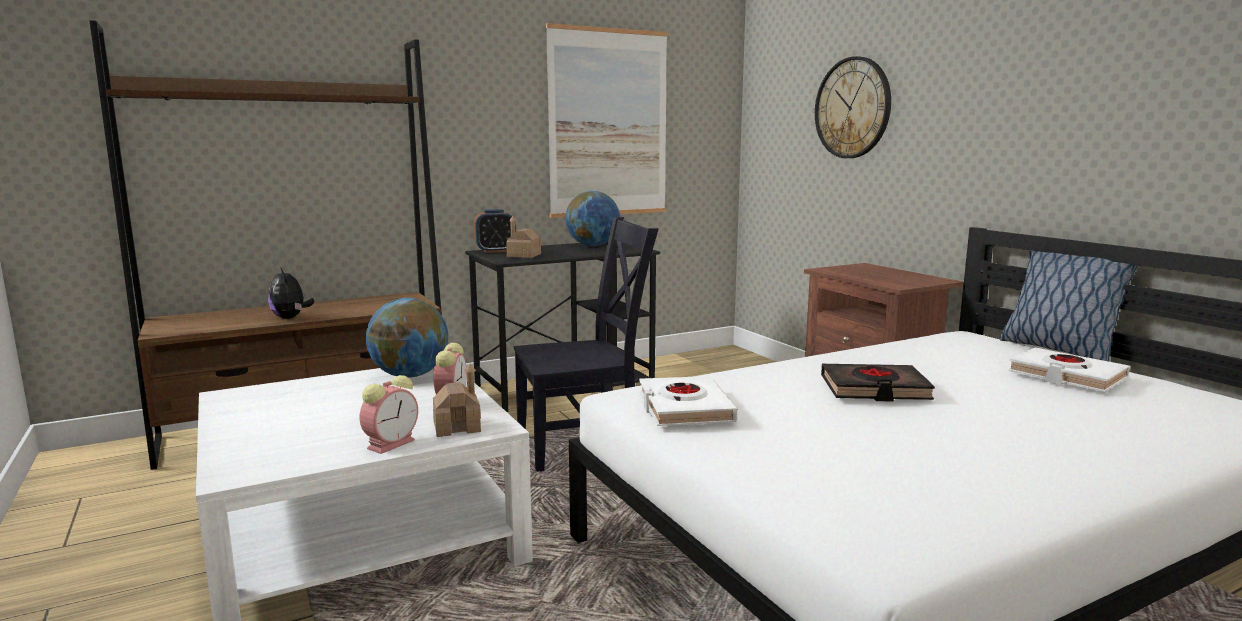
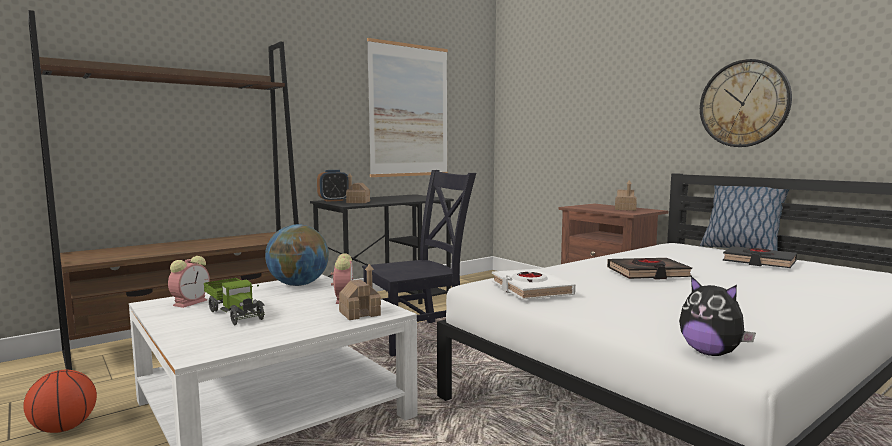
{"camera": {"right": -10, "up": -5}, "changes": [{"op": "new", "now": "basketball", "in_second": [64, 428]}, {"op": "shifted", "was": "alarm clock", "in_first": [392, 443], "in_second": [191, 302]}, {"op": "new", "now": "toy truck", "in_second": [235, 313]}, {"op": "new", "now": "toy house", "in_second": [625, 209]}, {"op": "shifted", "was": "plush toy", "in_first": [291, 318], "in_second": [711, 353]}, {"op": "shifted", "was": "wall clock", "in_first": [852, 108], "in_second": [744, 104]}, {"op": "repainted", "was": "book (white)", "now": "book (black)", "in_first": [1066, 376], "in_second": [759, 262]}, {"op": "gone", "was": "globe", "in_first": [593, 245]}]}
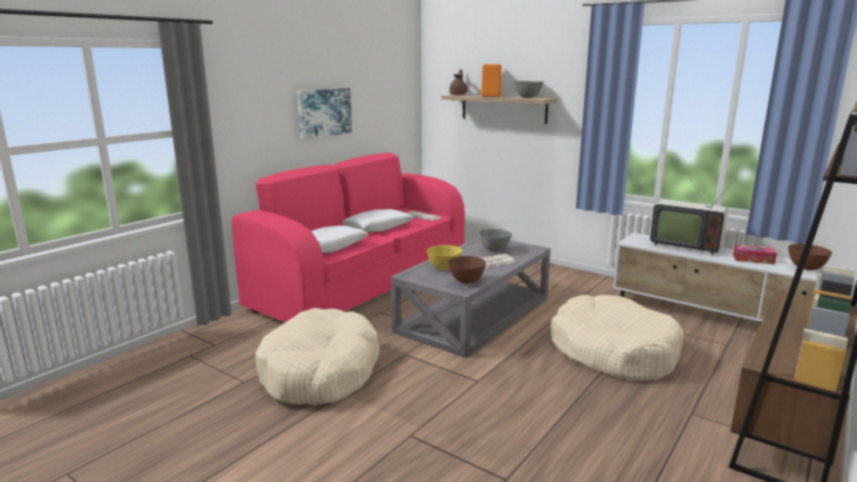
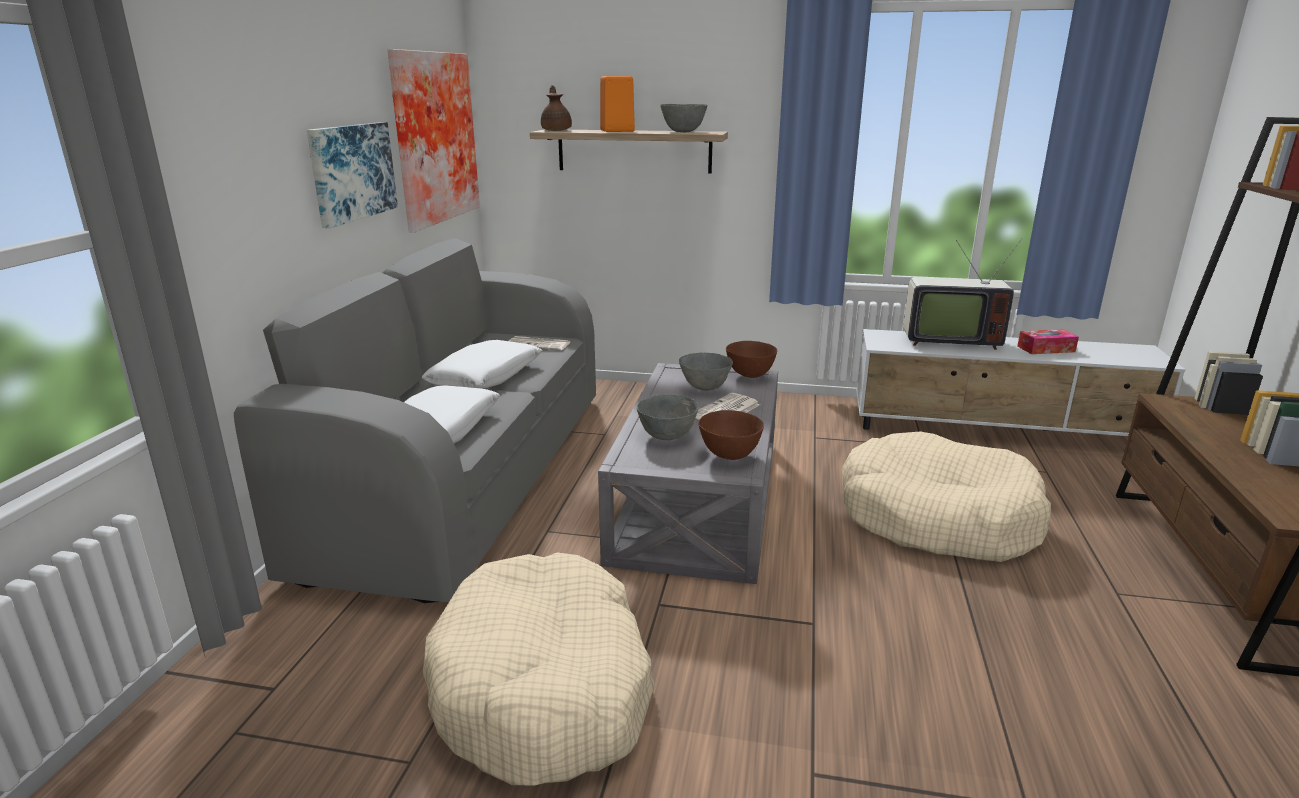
{"camera": {"right": -25, "up": 5}, "changes": [{"op": "repainted", "was": "sofa (pink)", "now": "sofa (grey)", "in_first": [364, 281], "in_second": [468, 474]}, {"op": "new", "now": "picture", "in_second": [431, 138]}, {"op": "repainted", "was": "bowl (yellow)", "now": "bowl (grey)", "in_first": [444, 268], "in_second": [666, 436]}, {"op": "shifted", "was": "bowl (brown)", "in_first": [806, 268], "in_second": [750, 375]}]}
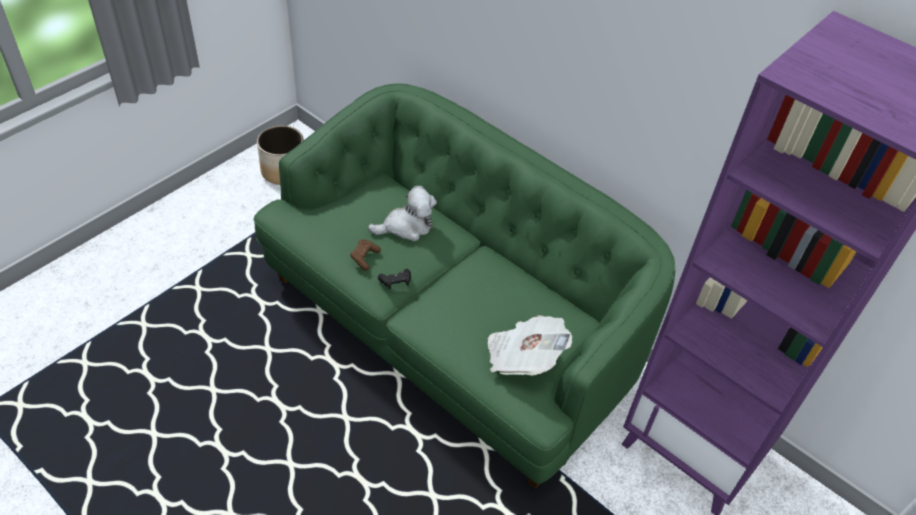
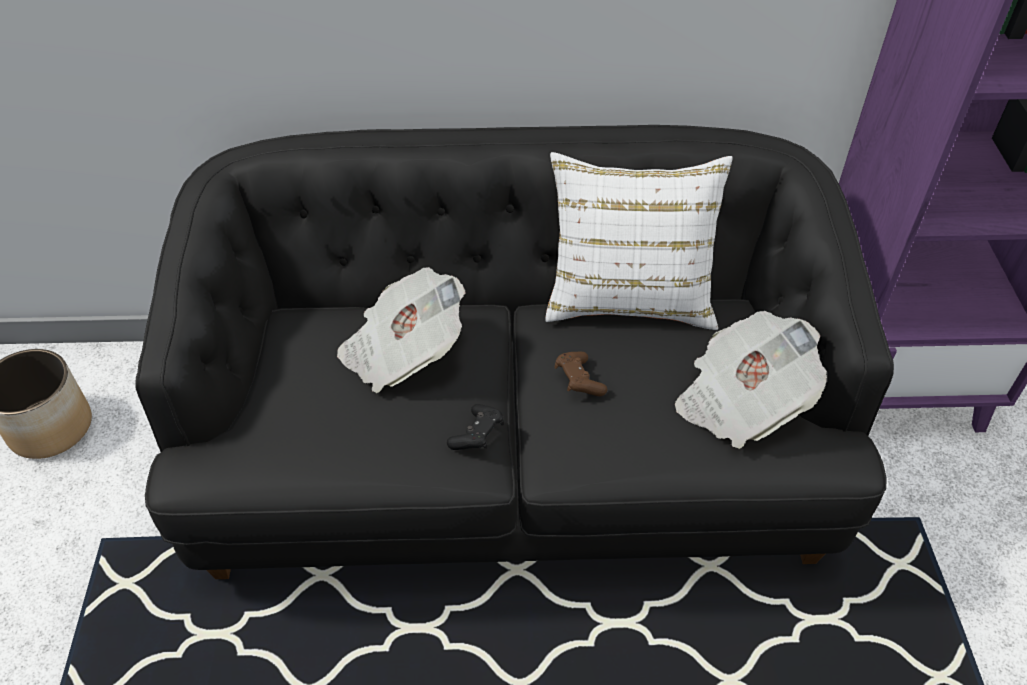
{"camera": {"right": -40, "up": 0}, "changes": [{"op": "repainted", "was": "sofa (green)", "now": "sofa (black)", "in_first": [452, 330], "in_second": [514, 459]}, {"op": "swapped", "was": "plush toy", "now": "newspaper", "in_first": [406, 226], "in_second": [402, 352]}, {"op": "new", "now": "pillow (white)", "in_second": [630, 294]}, {"op": "shifted", "was": "game controller (brown)", "in_first": [364, 258], "in_second": [578, 381]}]}
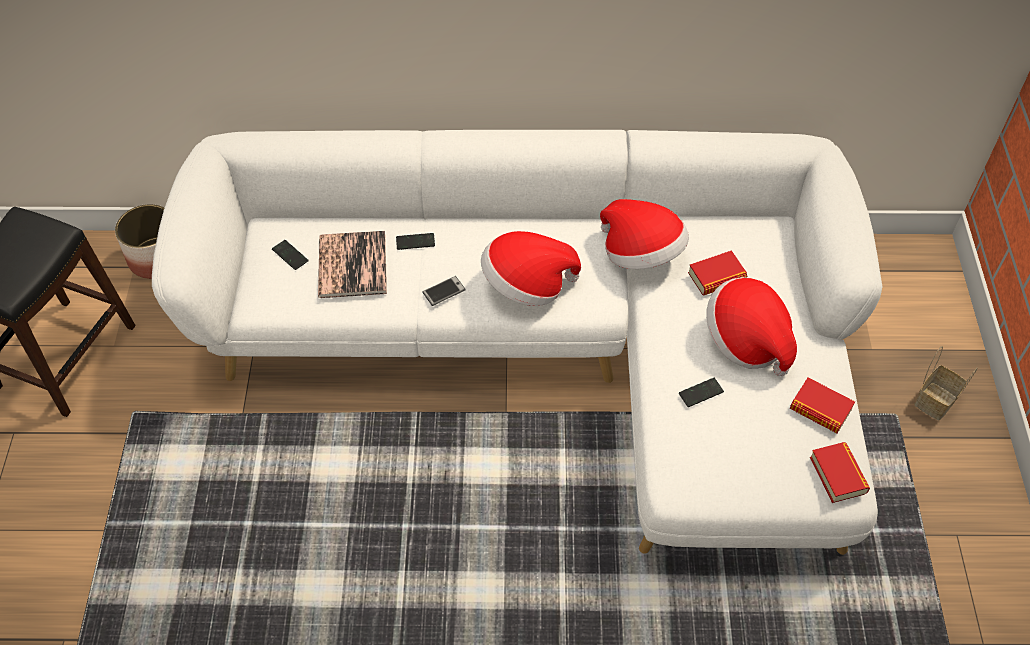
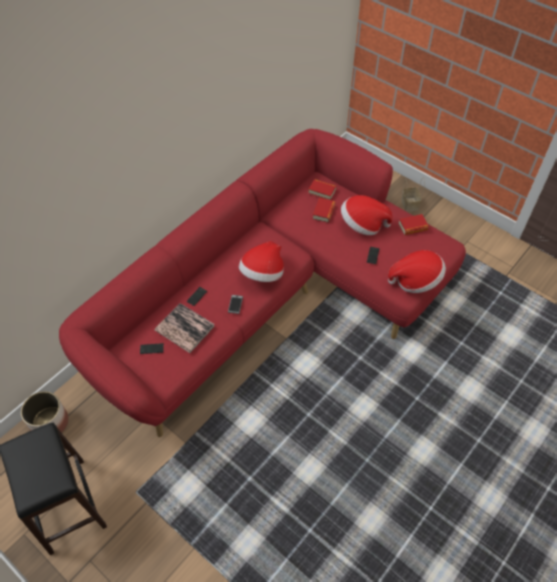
{"camera": {"right": -50, "up": 0}, "changes": [{"op": "repainted", "was": "sofa (white)", "now": "sofa (red)", "in_first": [561, 348], "in_second": [274, 297]}, {"op": "shifted", "was": "book", "in_first": [838, 475], "in_second": [322, 191]}, {"op": "shifted", "was": "hat", "in_first": [641, 254], "in_second": [415, 280]}]}
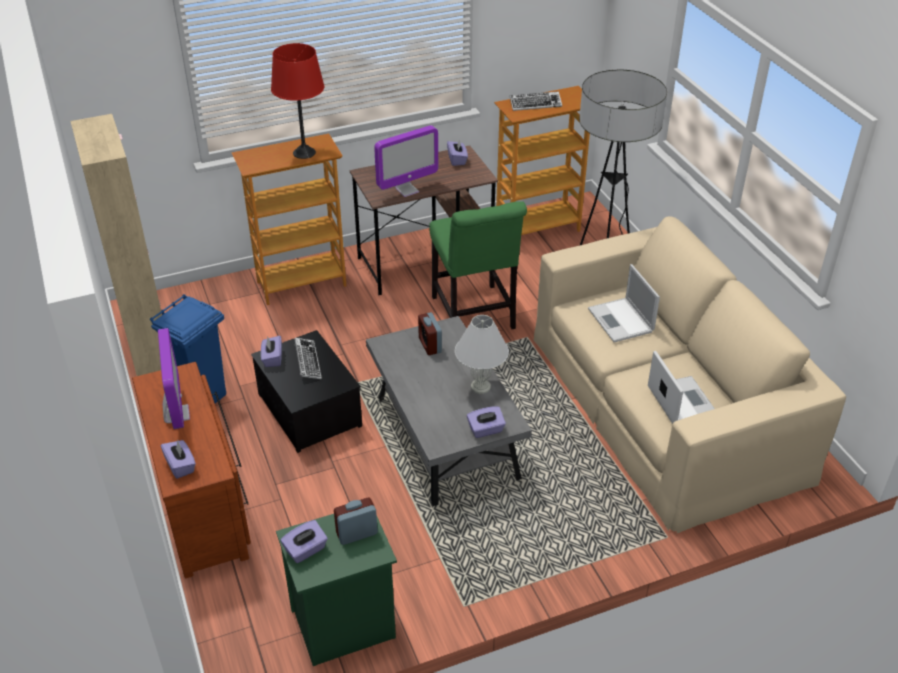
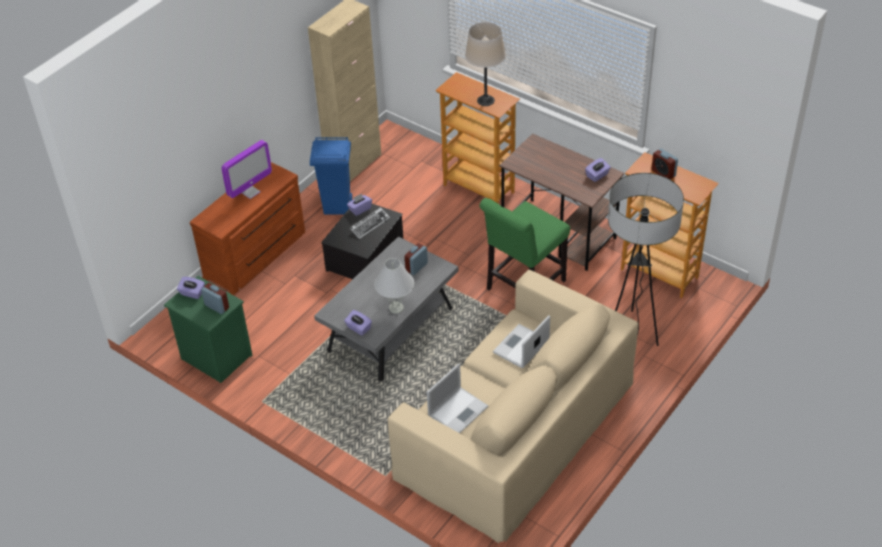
{"camera": {"right": 60, "up": 5}, "changes": [{"op": "repainted", "was": "table lamp (red)", "now": "table lamp (beige)", "in_first": [304, 153], "in_second": [485, 100]}, {"op": "swapped", "was": "keyboard", "now": "alarm clock", "in_first": [535, 104], "in_second": [663, 173]}, {"op": "gone", "was": "tissue box (purple)", "in_first": [180, 466]}, {"op": "gone", "was": "monitor", "in_first": [407, 190]}]}
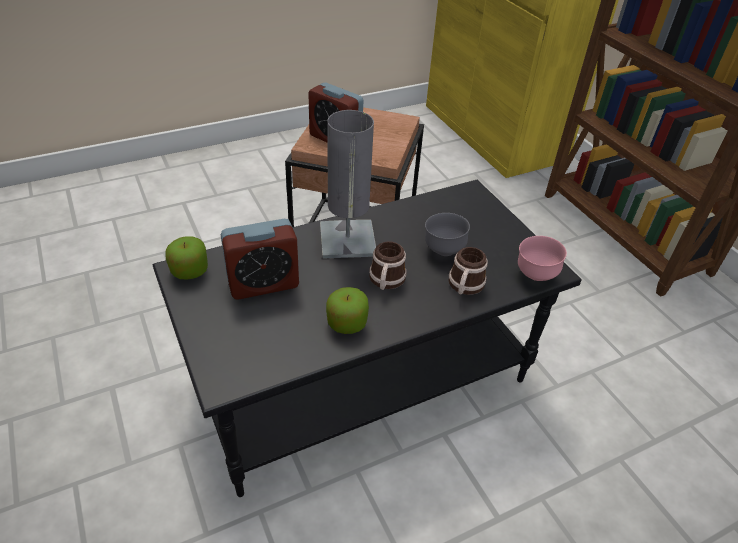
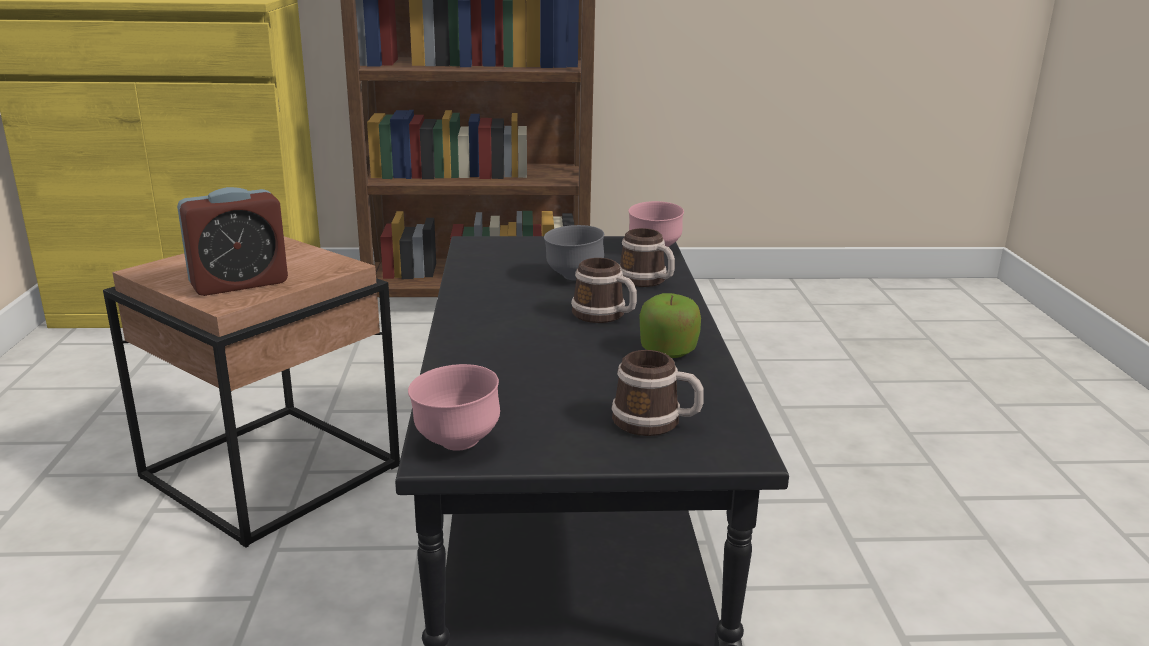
{"camera": {"right": -65, "up": -20}, "changes": [{"op": "swapped", "was": "apple", "now": "bowl (pink)", "in_first": [189, 271], "in_second": [456, 443]}, {"op": "new", "now": "mug", "in_second": [656, 422]}, {"op": "gone", "was": "alarm clock", "in_first": [263, 284]}, {"op": "gone", "was": "table lamp (grey)", "in_first": [347, 240]}]}
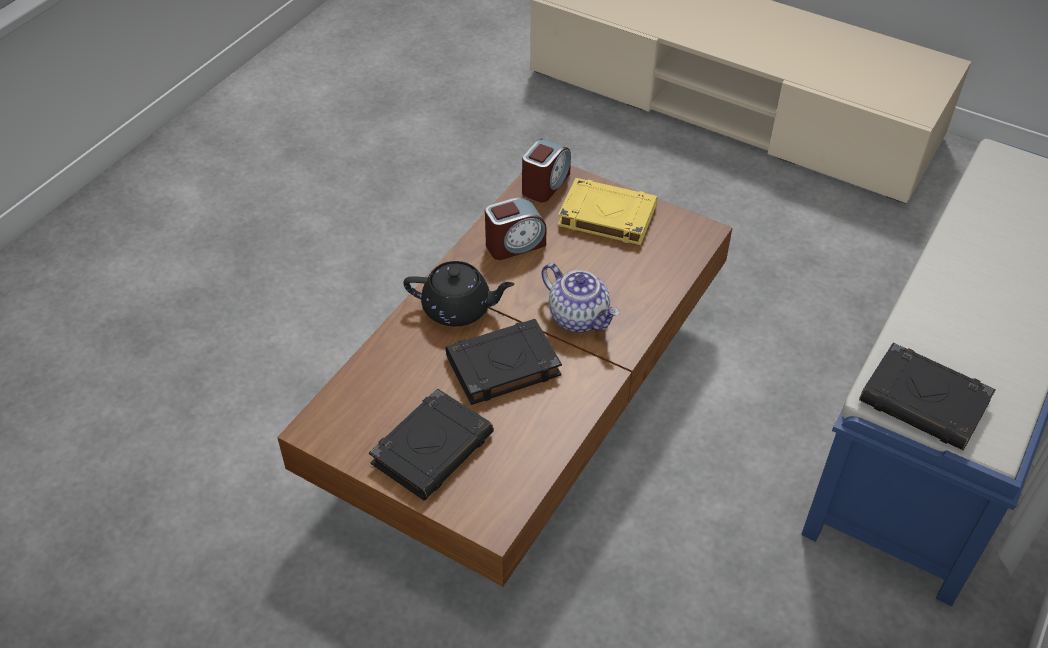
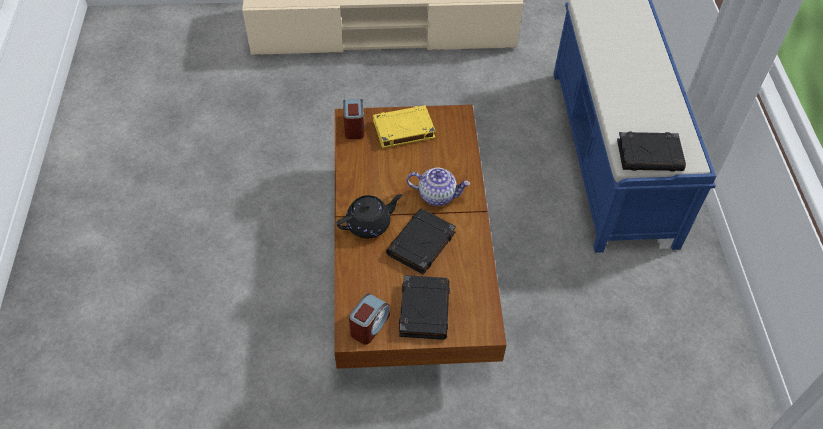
{"camera": {"right": -35, "up": 5}, "changes": [{"op": "shifted", "was": "alarm clock", "in_first": [515, 244], "in_second": [369, 325]}]}
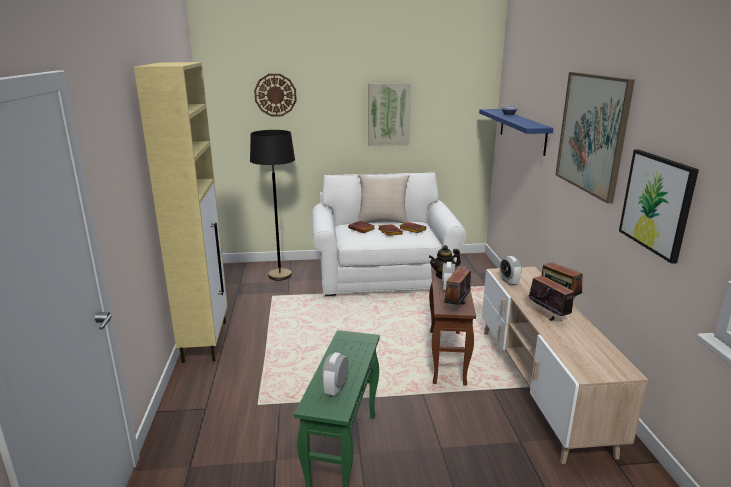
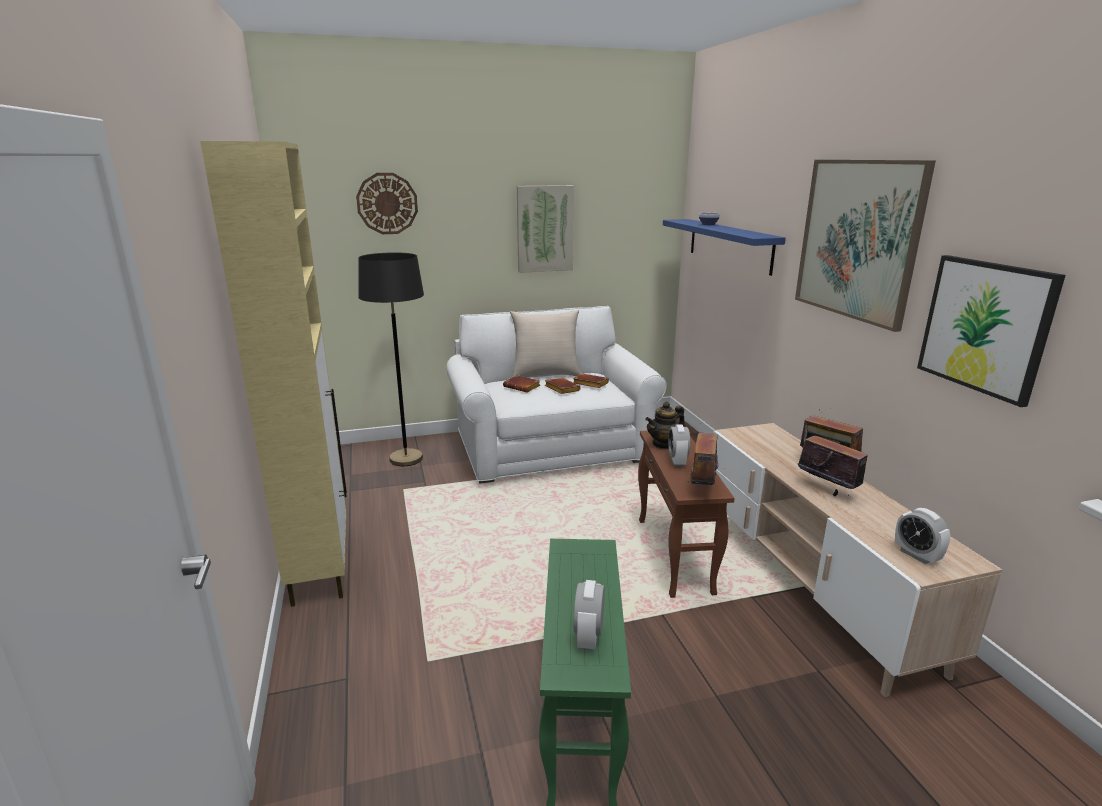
{"camera": {"right": -10, "up": 0}, "changes": [{"op": "shifted", "was": "alarm clock", "in_first": [509, 282], "in_second": [916, 555]}]}
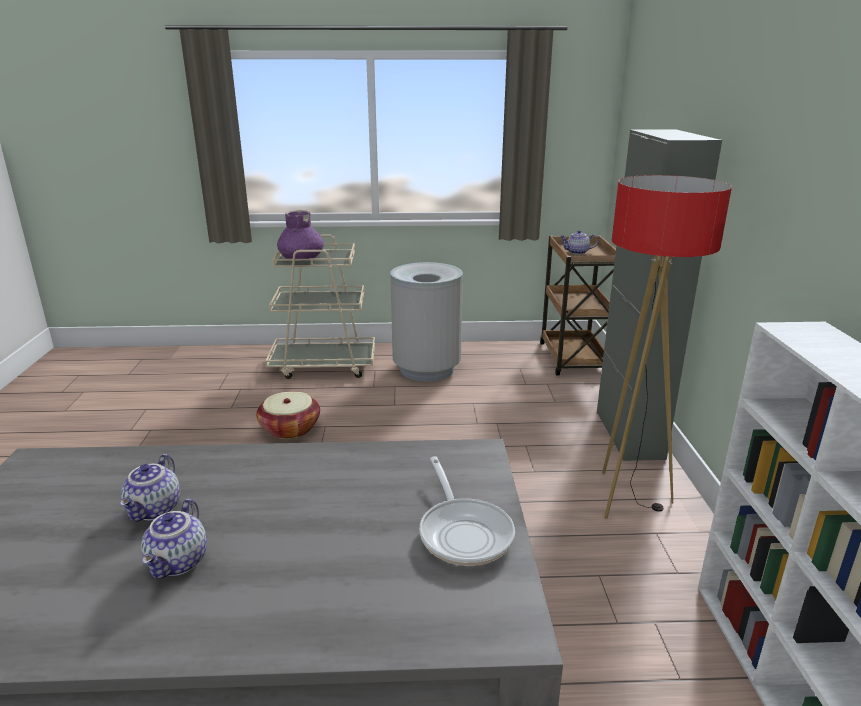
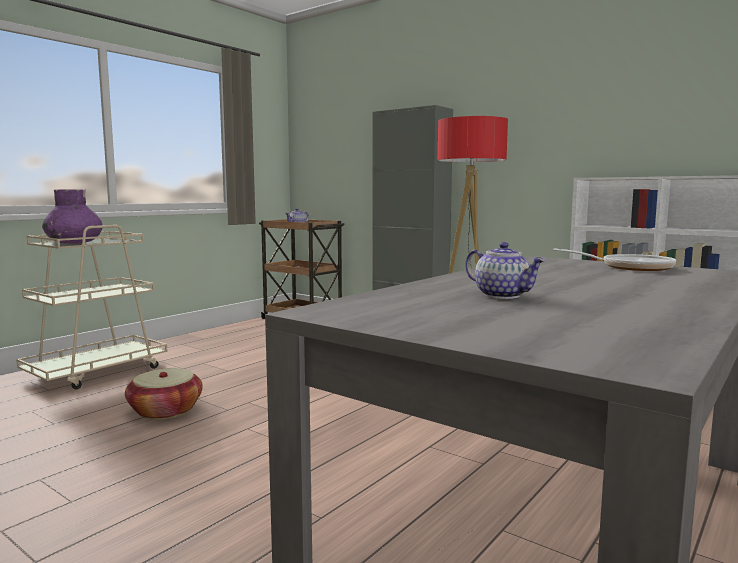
{"camera": {"right": -50, "up": -15}, "changes": [{"op": "gone", "was": "teapot", "in_first": [179, 563]}, {"op": "gone", "was": "trash can (grey)", "in_first": [427, 369]}]}
